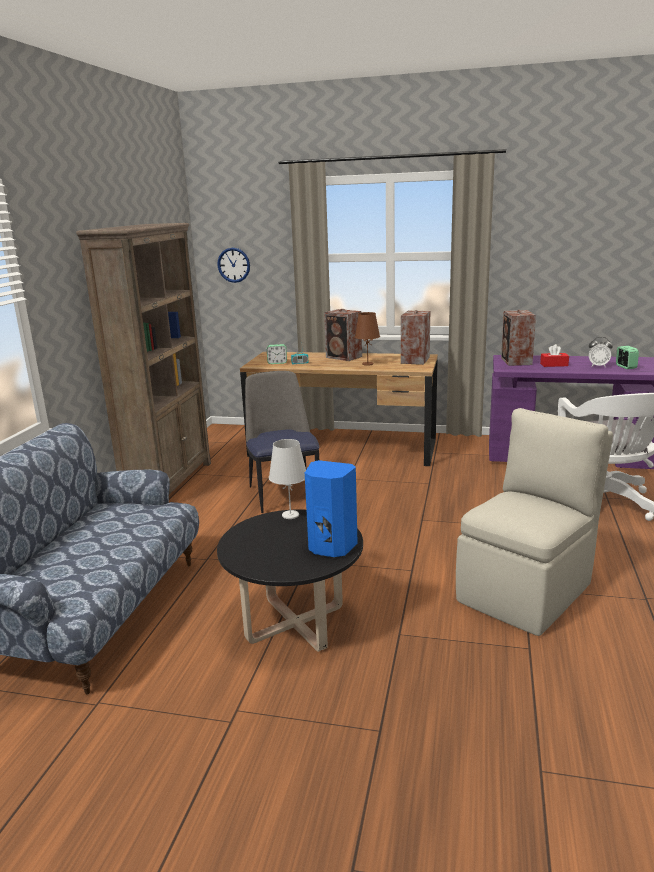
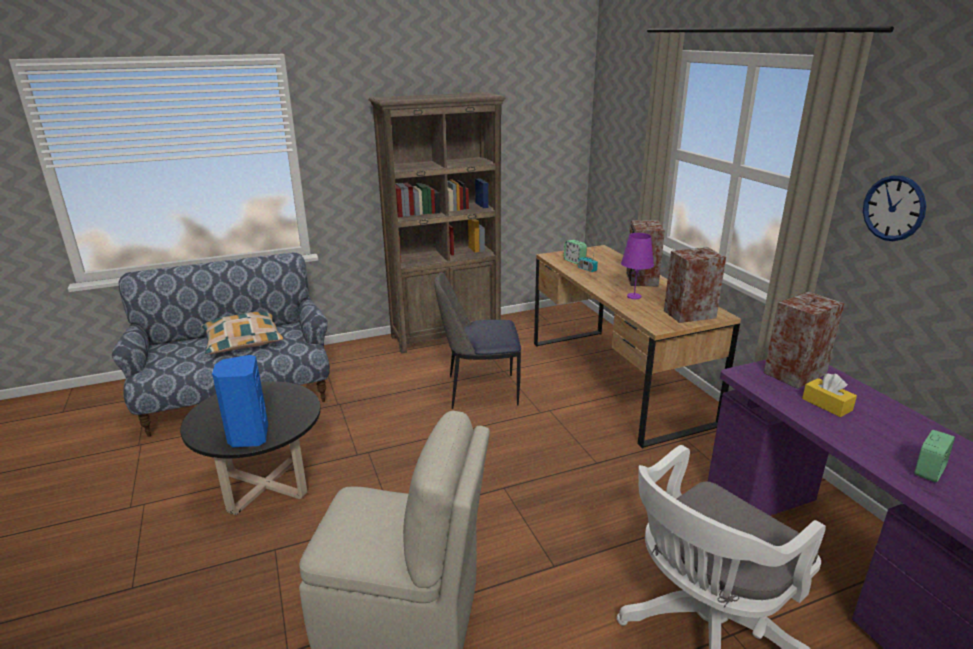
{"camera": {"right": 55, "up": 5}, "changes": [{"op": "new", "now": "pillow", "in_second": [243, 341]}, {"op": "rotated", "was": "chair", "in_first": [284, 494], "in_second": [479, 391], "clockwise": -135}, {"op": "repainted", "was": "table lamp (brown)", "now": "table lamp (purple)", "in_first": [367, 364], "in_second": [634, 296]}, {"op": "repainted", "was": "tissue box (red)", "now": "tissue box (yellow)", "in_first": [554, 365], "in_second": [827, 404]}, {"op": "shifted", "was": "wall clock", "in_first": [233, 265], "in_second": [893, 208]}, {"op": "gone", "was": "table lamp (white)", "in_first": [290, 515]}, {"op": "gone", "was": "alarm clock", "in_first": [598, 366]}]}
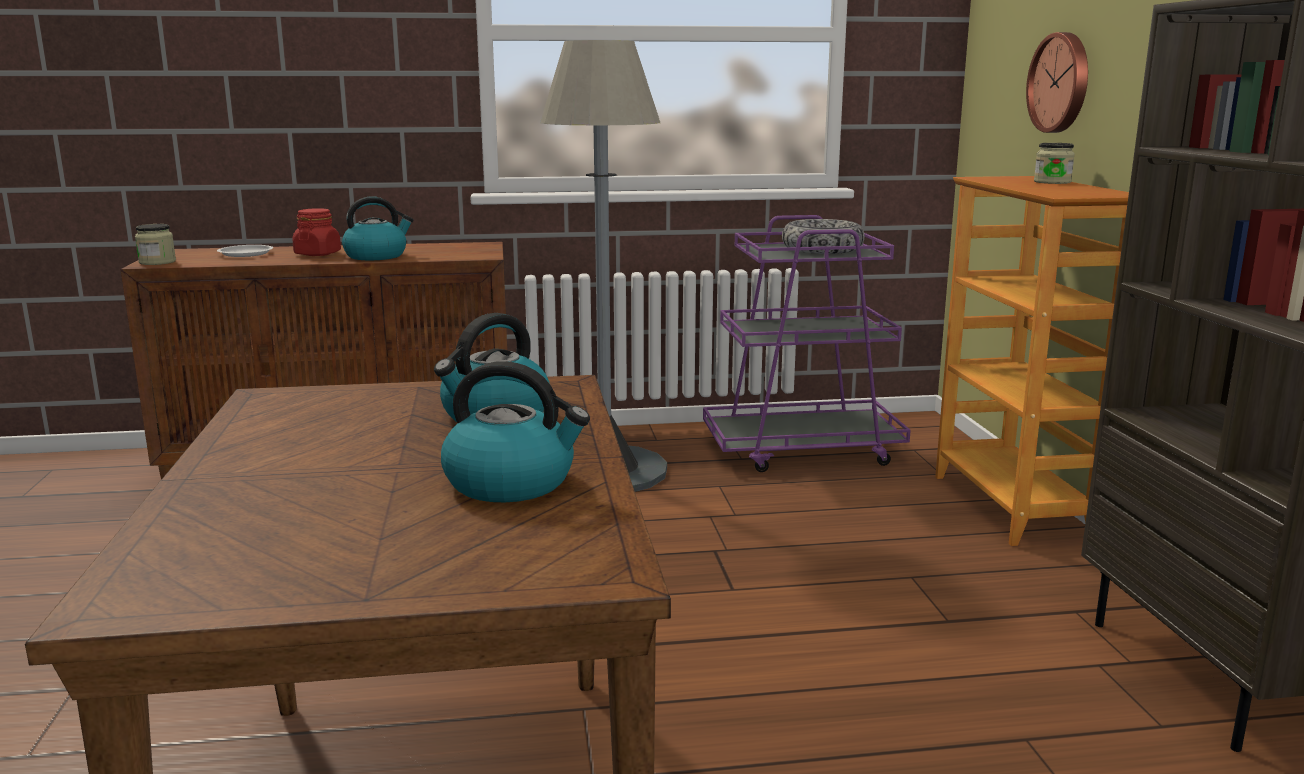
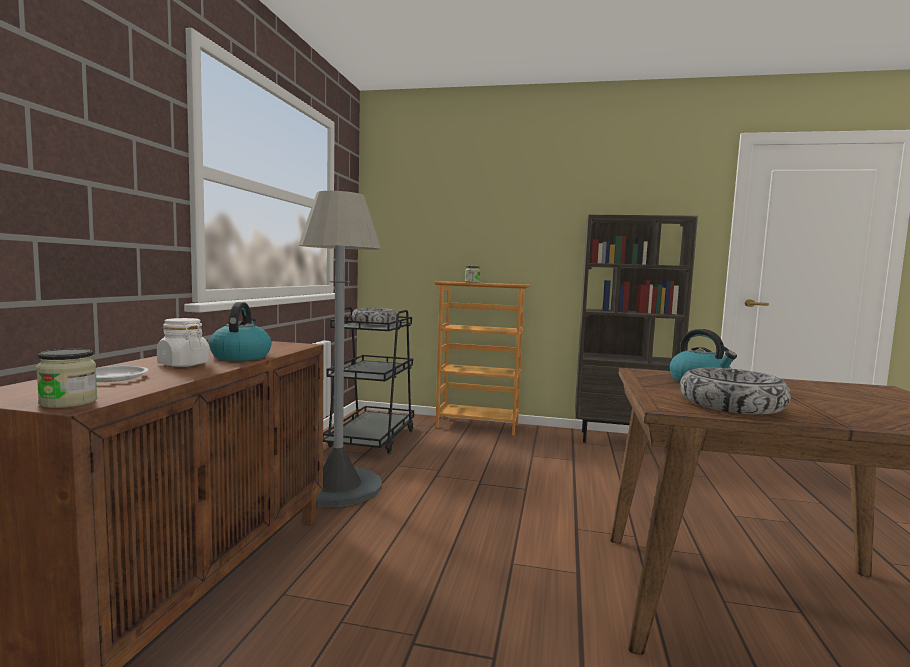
{"camera": {"right": -70, "up": -10}, "changes": [{"op": "repainted", "was": "jar (red)", "now": "jar (white)", "in_first": [318, 254], "in_second": [183, 364]}, {"op": "repainted", "was": "cart (purple)", "now": "cart (black)", "in_first": [802, 450], "in_second": [371, 439]}, {"op": "new", "now": "bowl", "in_second": [731, 405]}, {"op": "gone", "was": "kettle", "in_first": [512, 482]}, {"op": "gone", "was": "wall clock", "in_first": [1061, 83]}]}
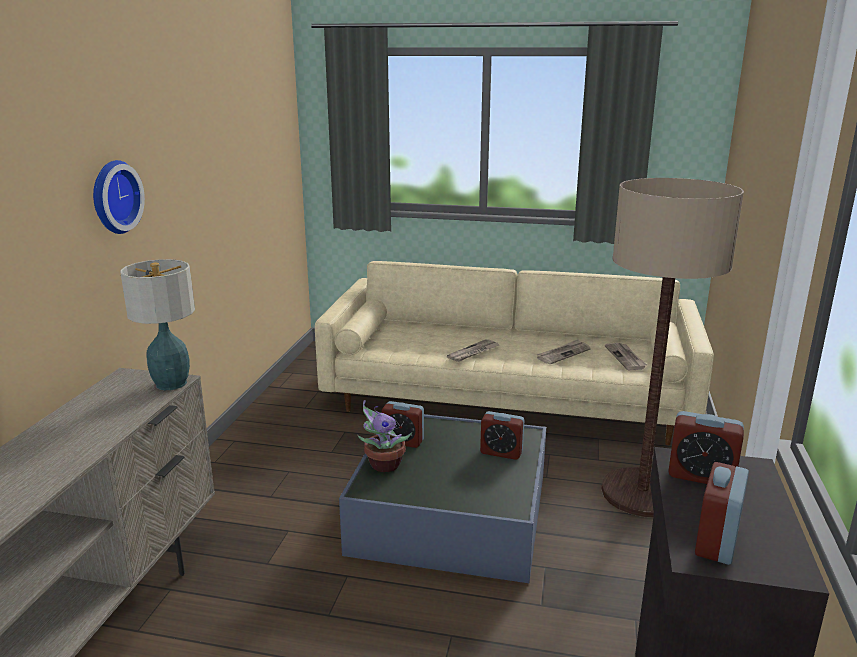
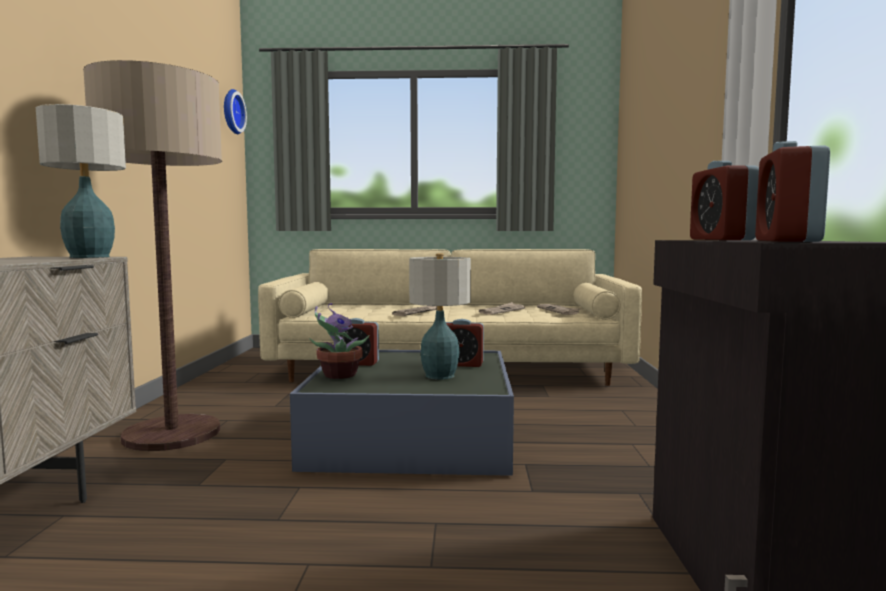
{"camera": {"right": -10, "up": -15}, "changes": [{"op": "shifted", "was": "floor lamp", "in_first": [642, 493], "in_second": [172, 434]}, {"op": "shifted", "was": "wall clock", "in_first": [113, 197], "in_second": [231, 112]}, {"op": "new", "now": "table lamp", "in_second": [439, 375]}, {"op": "rotated", "was": "alarm clock", "in_first": [701, 476], "in_second": [721, 239], "clockwise": 75}]}
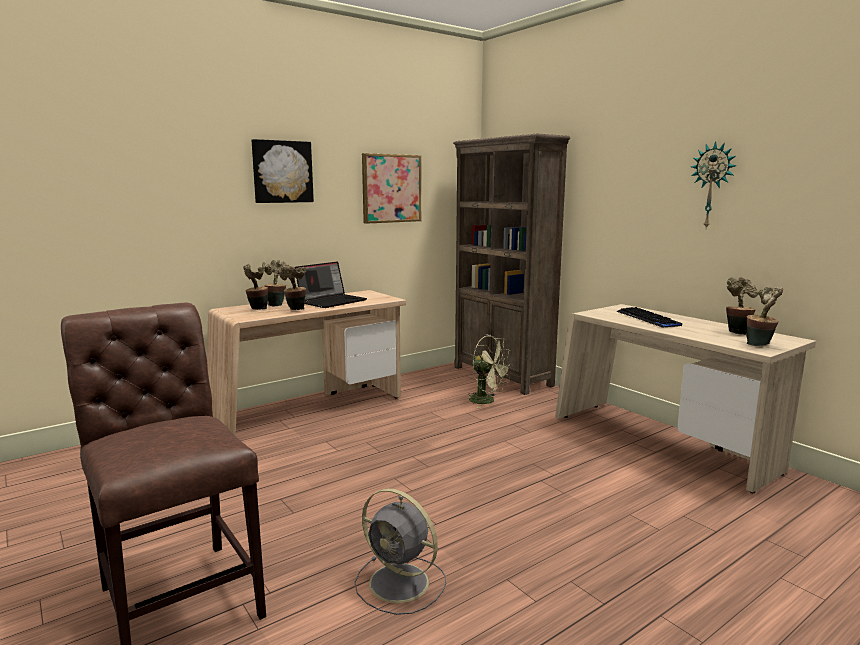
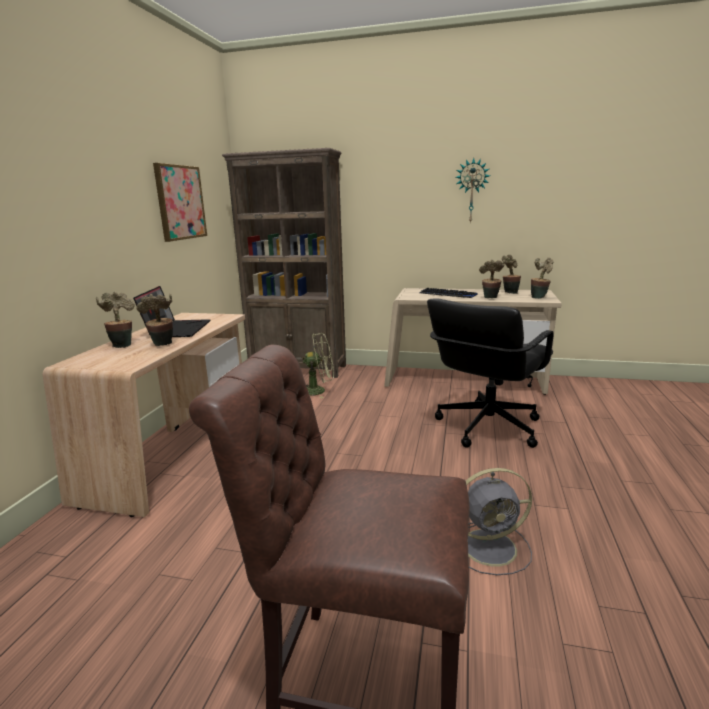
{"camera": {"right": -40, "up": 5}, "changes": [{"op": "new", "now": "office chair (black)", "in_second": [486, 427]}, {"op": "shifted", "was": "potted plant", "in_first": [257, 309], "in_second": [490, 298]}, {"op": "gone", "was": "picture", "in_first": [282, 172]}]}
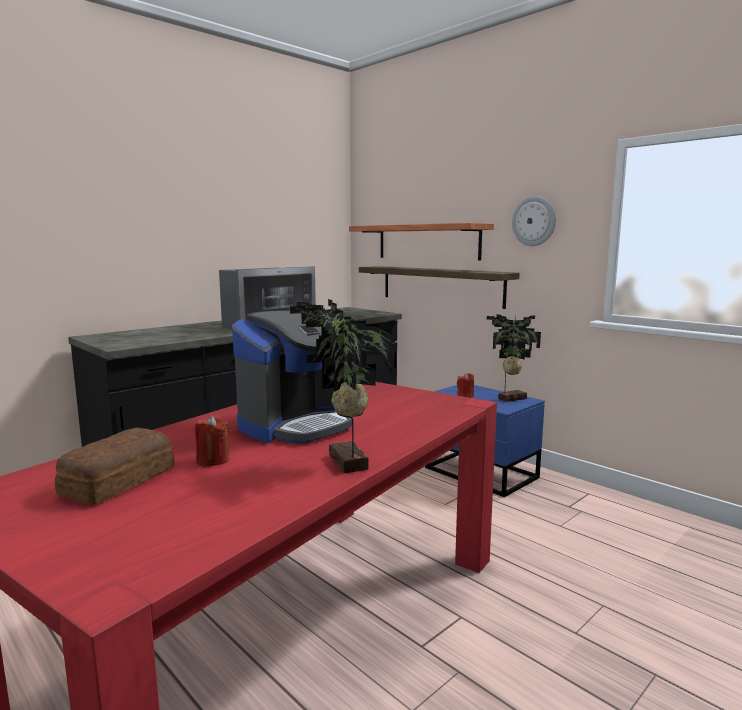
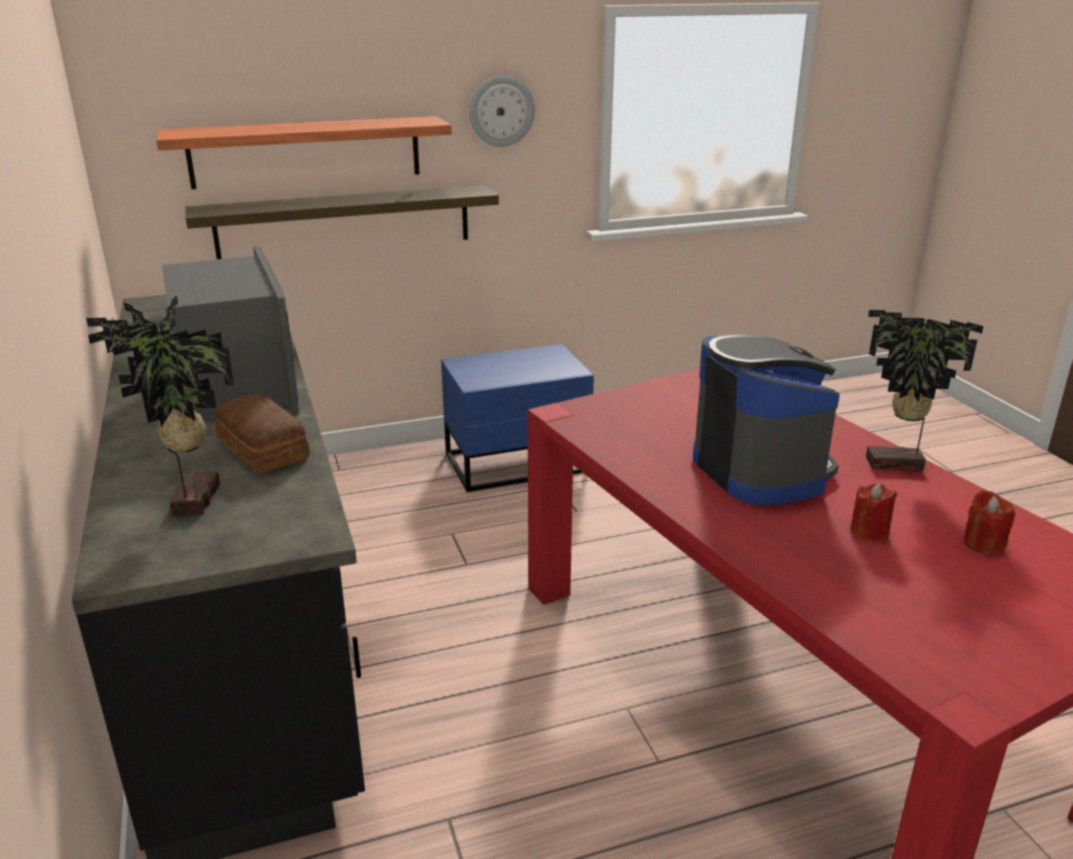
{"camera": {"right": -65, "up": 15}, "changes": [{"op": "shifted", "was": "potted plant", "in_first": [510, 398], "in_second": [191, 500]}, {"op": "shifted", "was": "bread", "in_first": [116, 481], "in_second": [262, 449]}, {"op": "shifted", "was": "candle (red)", "in_first": [465, 396], "in_second": [983, 544]}]}
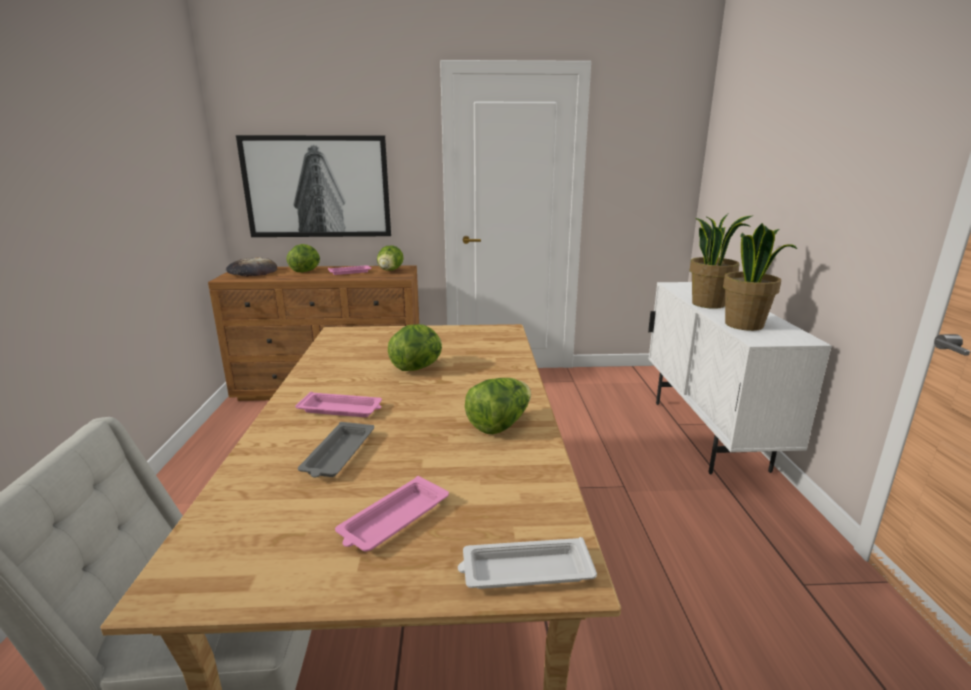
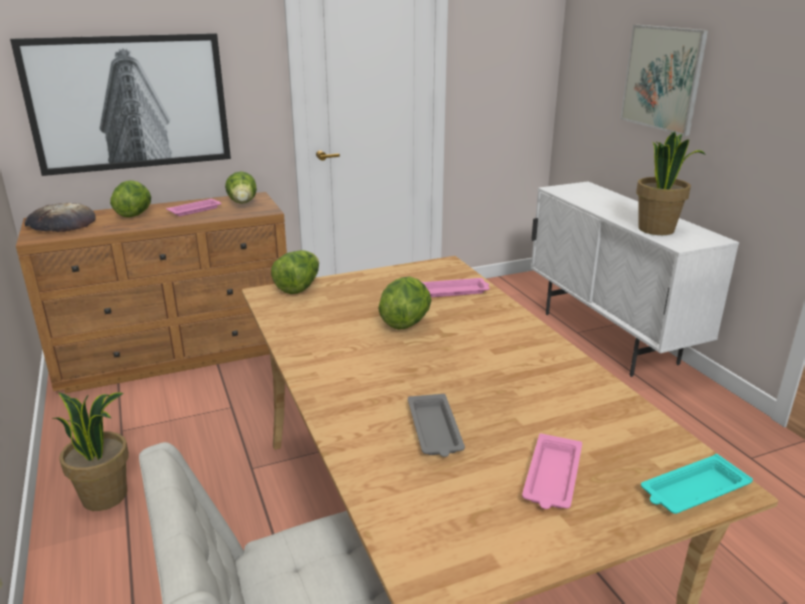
{"camera": {"right": -20, "up": 5}, "changes": [{"op": "shifted", "was": "potted plant", "in_first": [708, 304], "in_second": [105, 496]}, {"op": "shifted", "was": "lettuce", "in_first": [499, 424], "in_second": [299, 287]}, {"op": "shifted", "was": "tray (pink)", "in_first": [341, 409], "in_second": [455, 291]}, {"op": "new", "now": "picture", "in_second": [662, 78]}, {"op": "repainted", "was": "tray (white)", "now": "tray (turquoise)", "in_first": [524, 571], "in_second": [692, 491]}]}
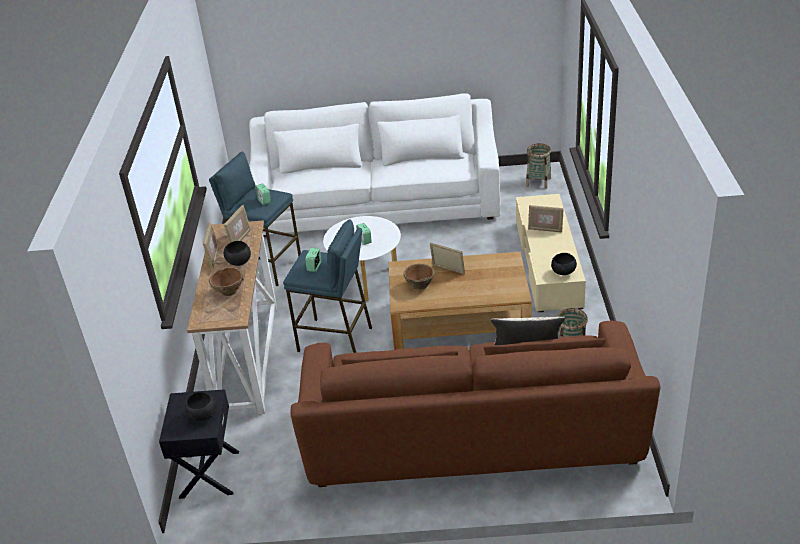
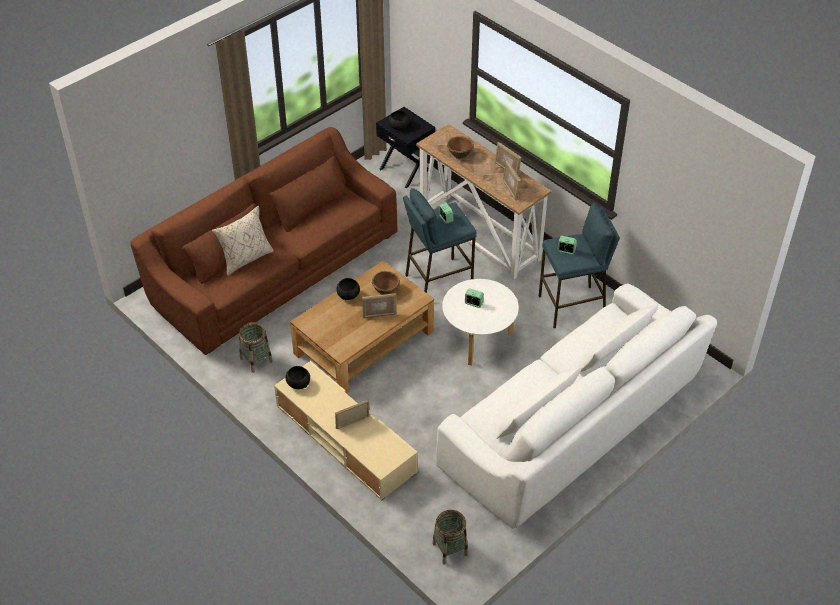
{"camera": {"right": 135, "up": 10}, "changes": [{"op": "shifted", "was": "bowl (black)", "in_first": [238, 262], "in_second": [348, 295]}]}
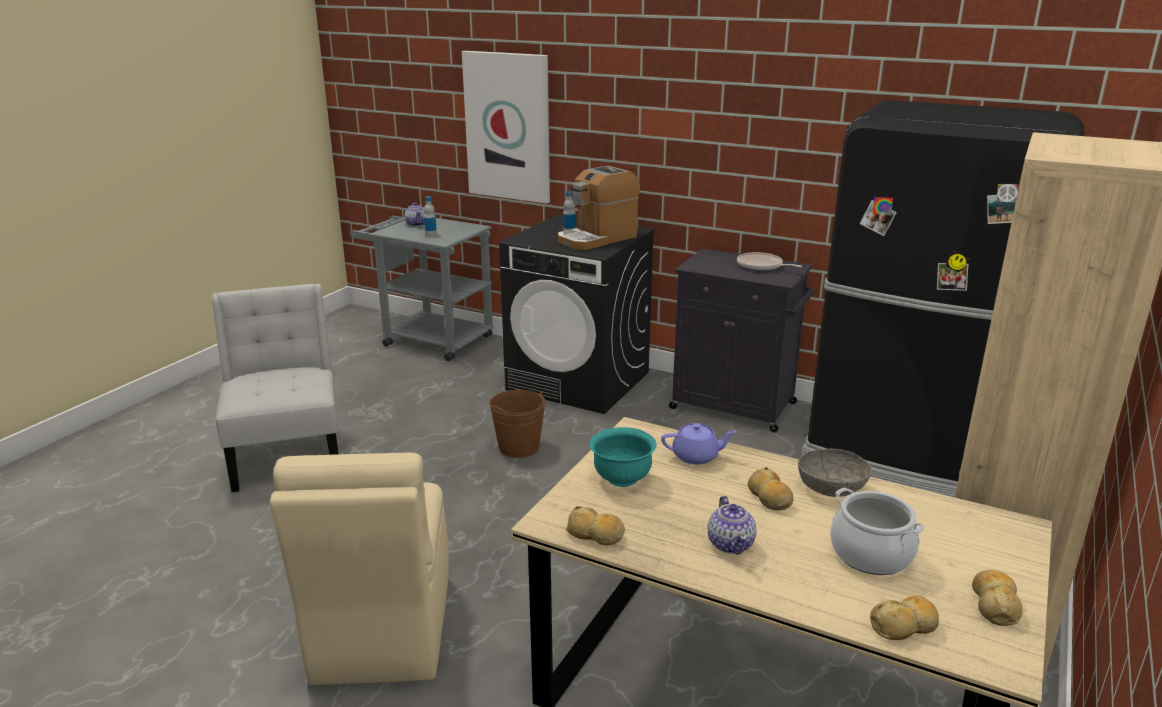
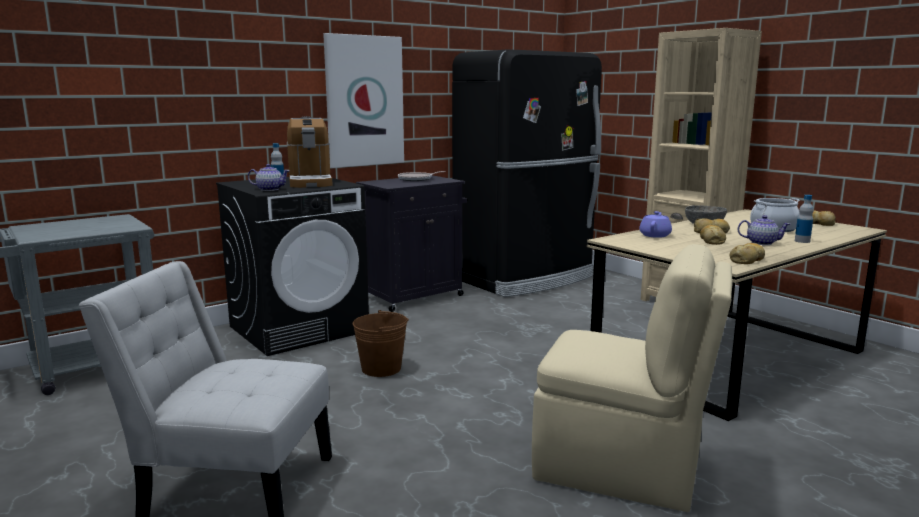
{"camera": {"right": -65, "up": -10}, "changes": [{"op": "shifted", "was": "teapot", "in_first": [417, 224], "in_second": [269, 189]}, {"op": "shifted", "was": "picture", "in_first": [508, 127], "in_second": [364, 101]}, {"op": "shifted", "was": "bread", "in_first": [904, 626], "in_second": [712, 240]}, {"op": "shifted", "was": "bottle", "in_first": [431, 235], "in_second": [802, 241]}, {"op": "gone", "was": "bowl (turquoise)", "in_first": [622, 478]}]}
